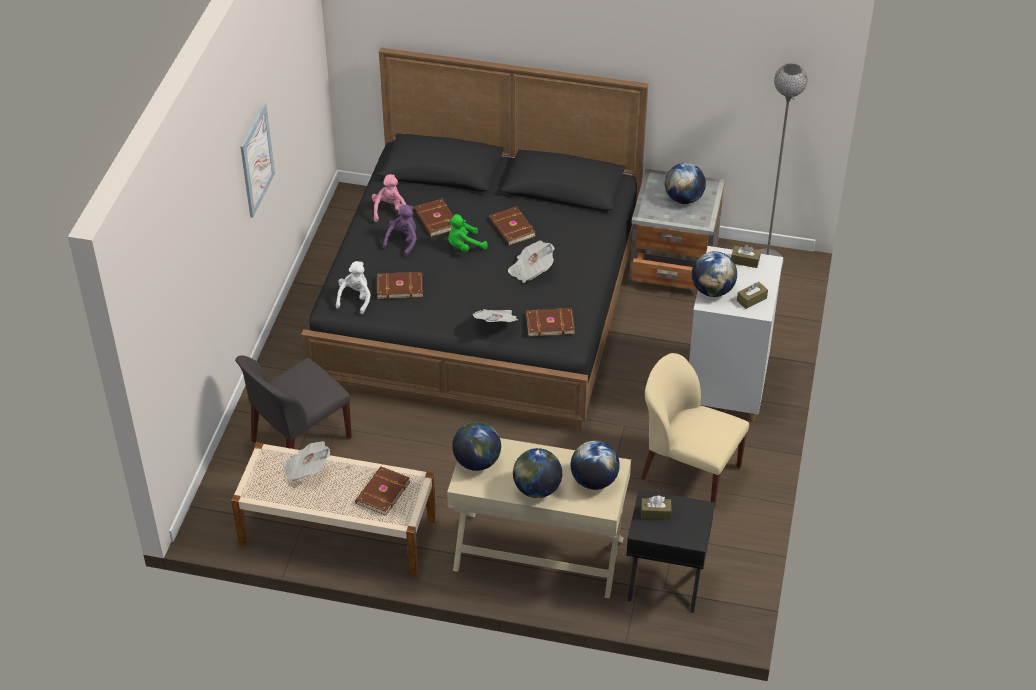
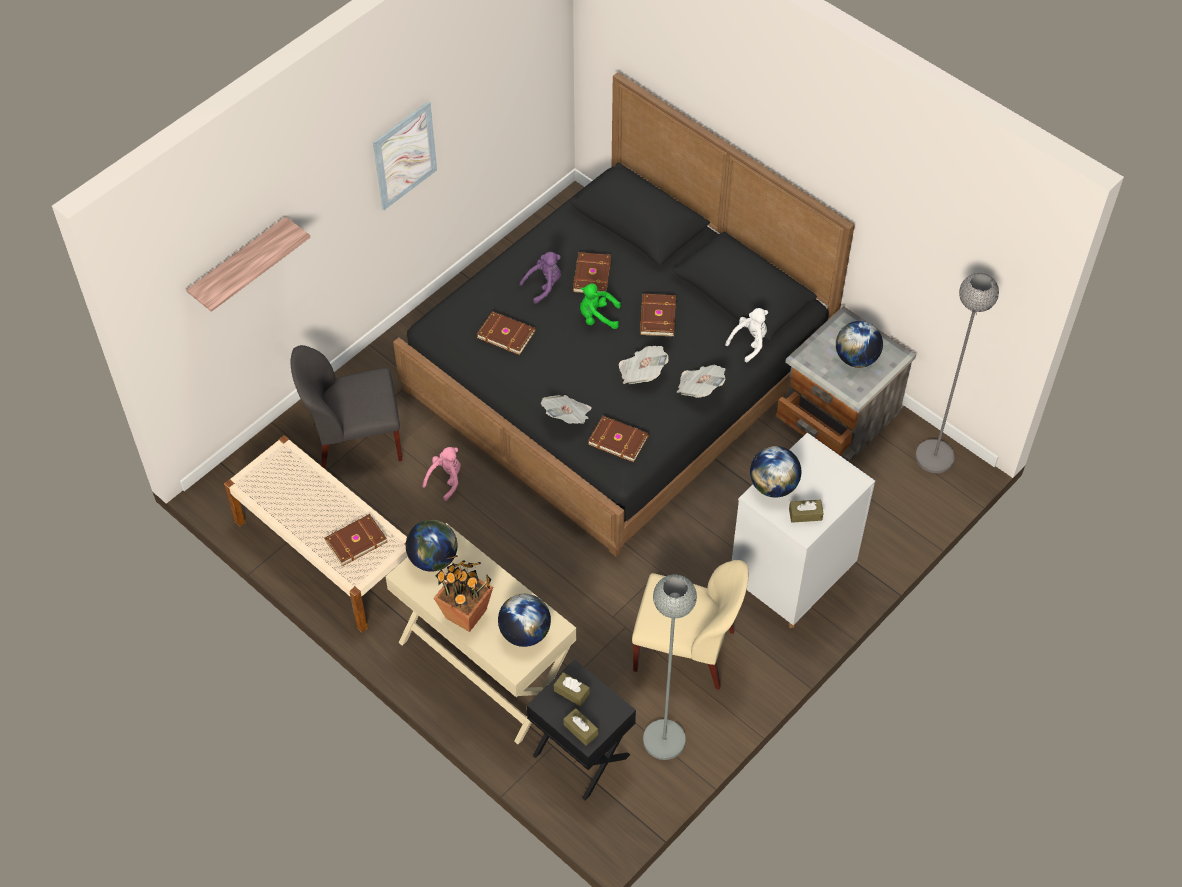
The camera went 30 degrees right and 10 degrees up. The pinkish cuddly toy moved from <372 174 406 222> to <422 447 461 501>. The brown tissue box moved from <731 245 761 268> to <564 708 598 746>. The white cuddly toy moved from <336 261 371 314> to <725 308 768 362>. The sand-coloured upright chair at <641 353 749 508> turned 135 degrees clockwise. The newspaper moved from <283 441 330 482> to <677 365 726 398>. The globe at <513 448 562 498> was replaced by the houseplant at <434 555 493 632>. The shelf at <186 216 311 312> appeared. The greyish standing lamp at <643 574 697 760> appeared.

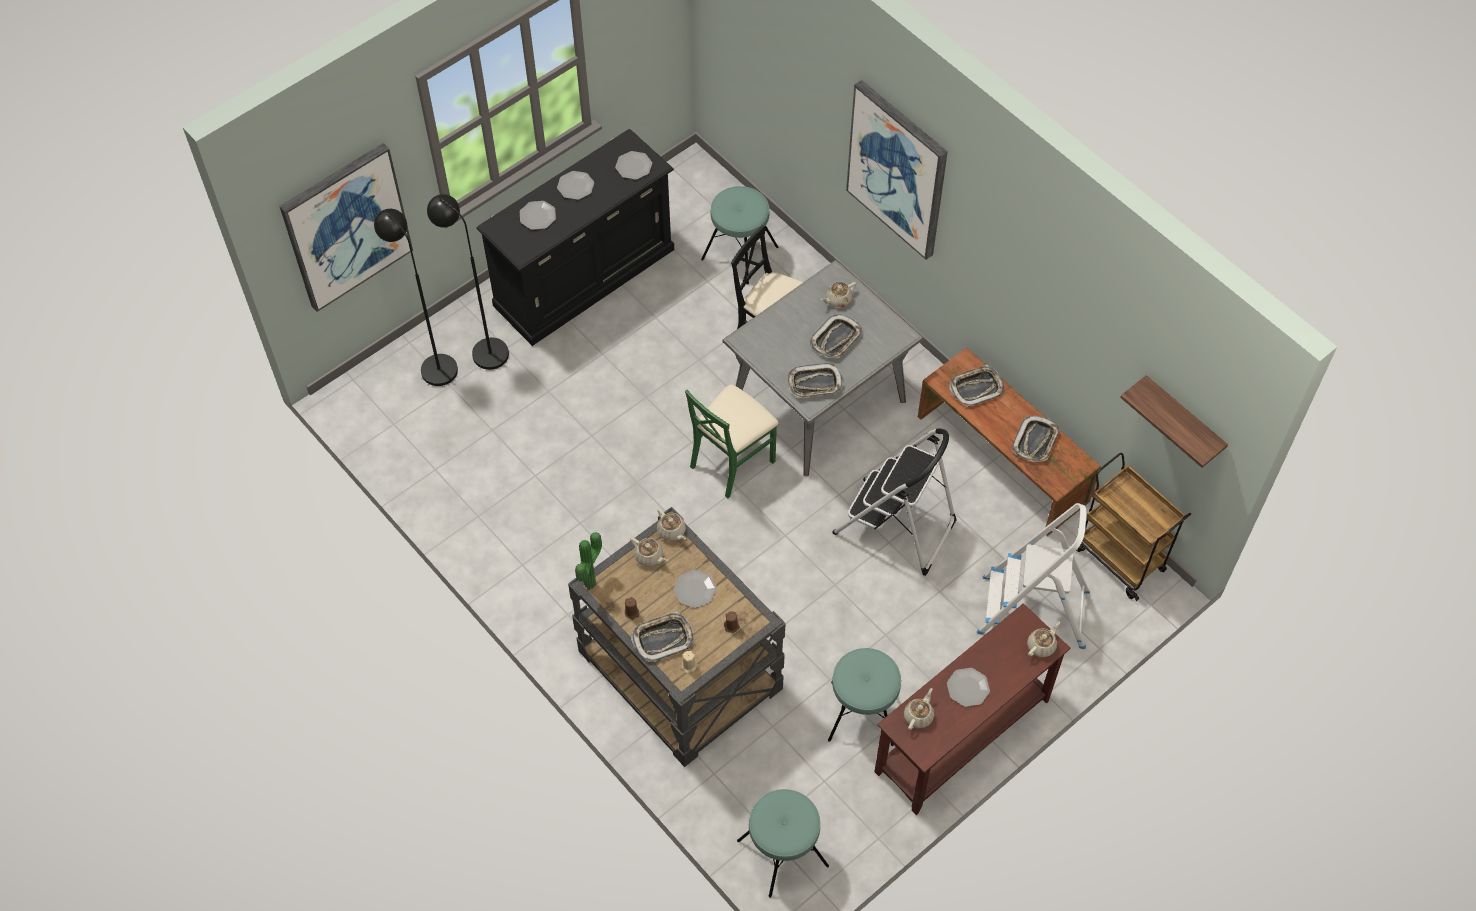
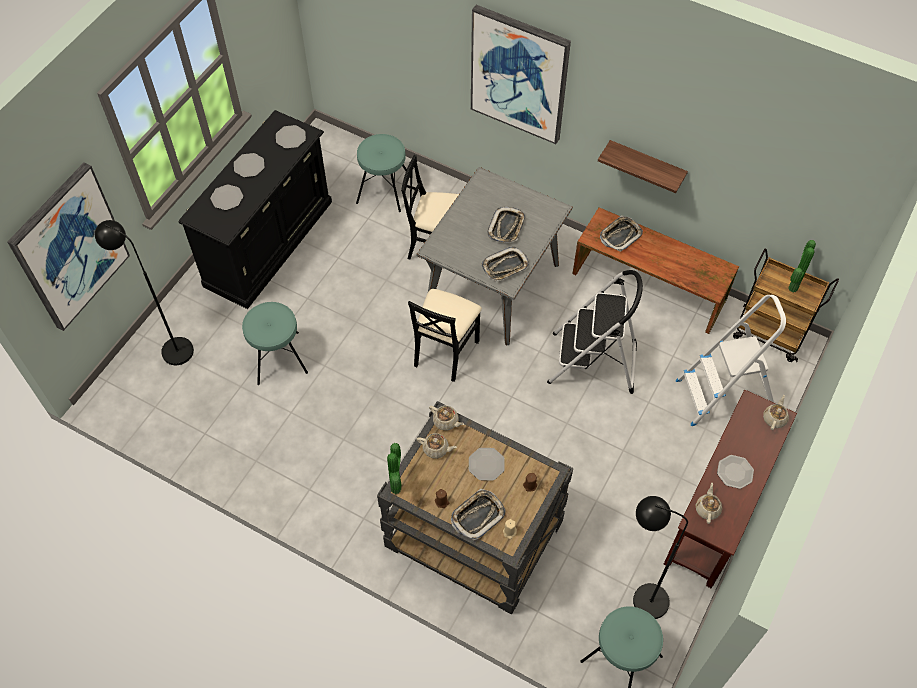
The camera went 20 degrees left and 0 degrees up. The black standing lamp moved from <427 194 509 370> to <633 496 688 619>. The sand-coloured tea pot at <821 282 856 307> disappeared. The shelf moved from <1120 375 1228 468> to <598 140 688 193>. The greenish upright chair at <685 384 779 498> became the black upright chair at <408 289 482 382>. The serving tray at <1012 416 1060 462> disappeared. The blue-green stool moved from <828 648 901 746> to <242 302 308 385>. The houseplant at <788 240 816 293> appeared.

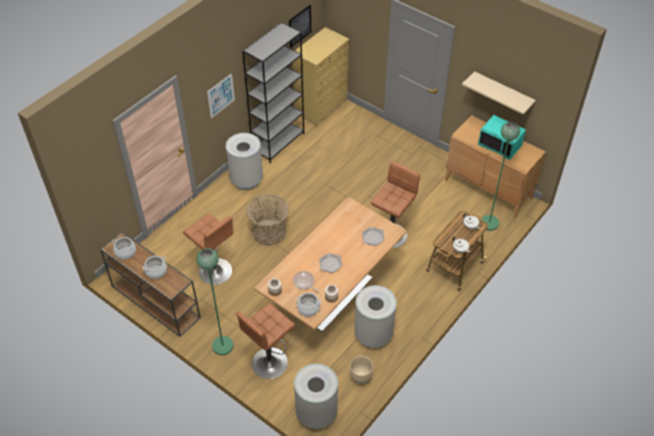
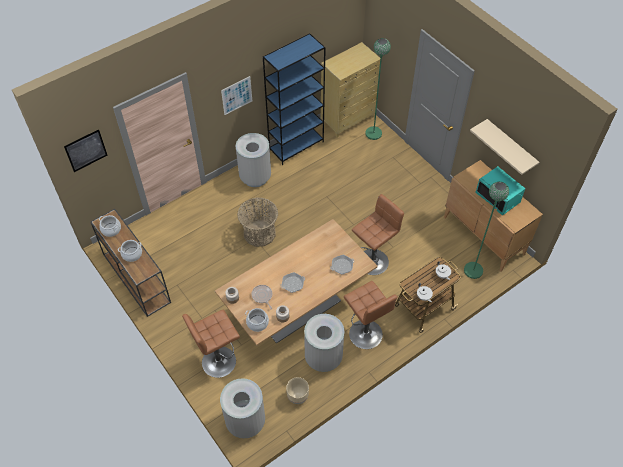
The camera went 15 degrees right and 5 degrees up. The picture moved from <289 5 311 48> to <64 130 107 172>. The greyish bookshelf at <242 22 304 164> became the blue-coloured bookshelf at <263 33 326 165>. The brown stool moved from <183 213 233 285> to <344 281 398 349>. The greenish standing lamp moved from <196 248 234 355> to <365 38 391 140>.

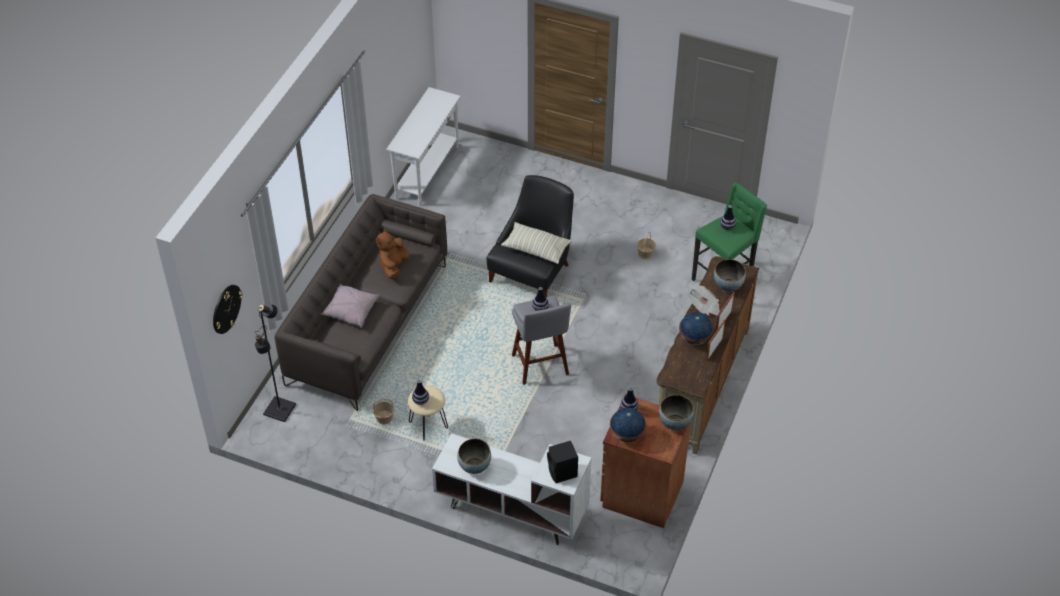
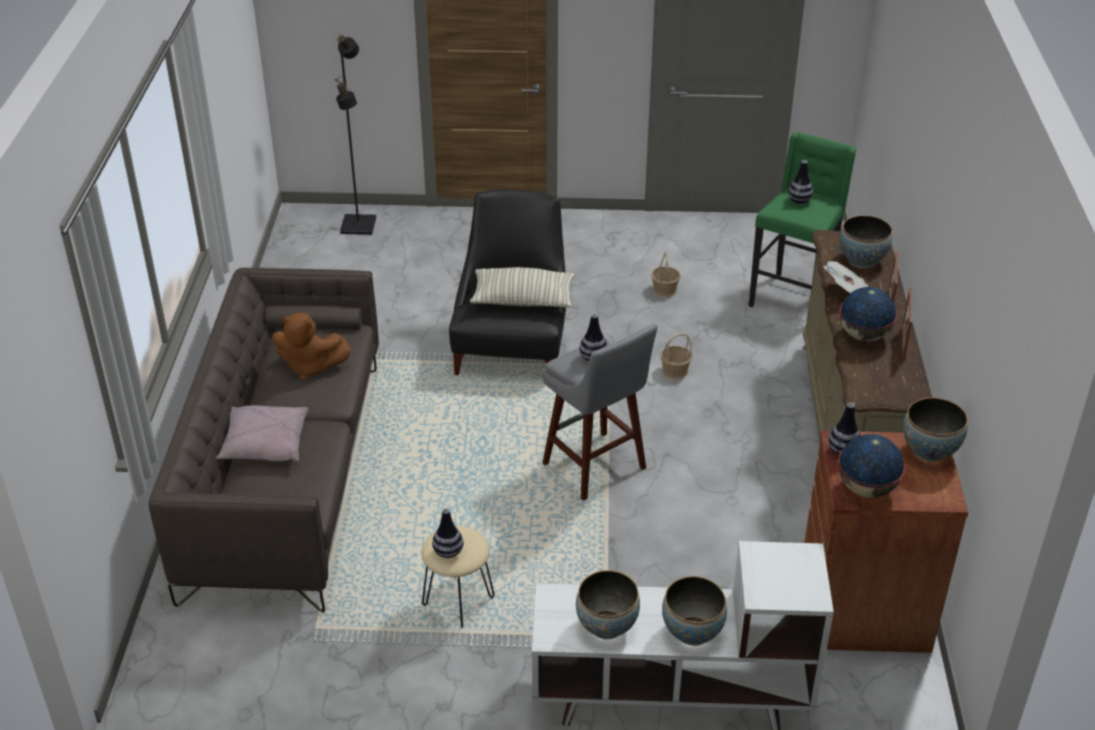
The camera went 20 degrees left and 10 degrees down. The white narrow table at <386 87 461 206> disappeared. The brown cuddly toy at <376 229 410 279> turned 75 degrees counterclockwise. The clock on the wall at <213 285 243 334> disappeared. The black standing lamp moved from <255 303 296 422> to <335 35 376 235>. The household basket moved from <373 398 394 424> to <660 333 692 380>. The black loudspeaker at <547 441 578 483> disappeared. The deep dish at <662 576 727 646> appeared.

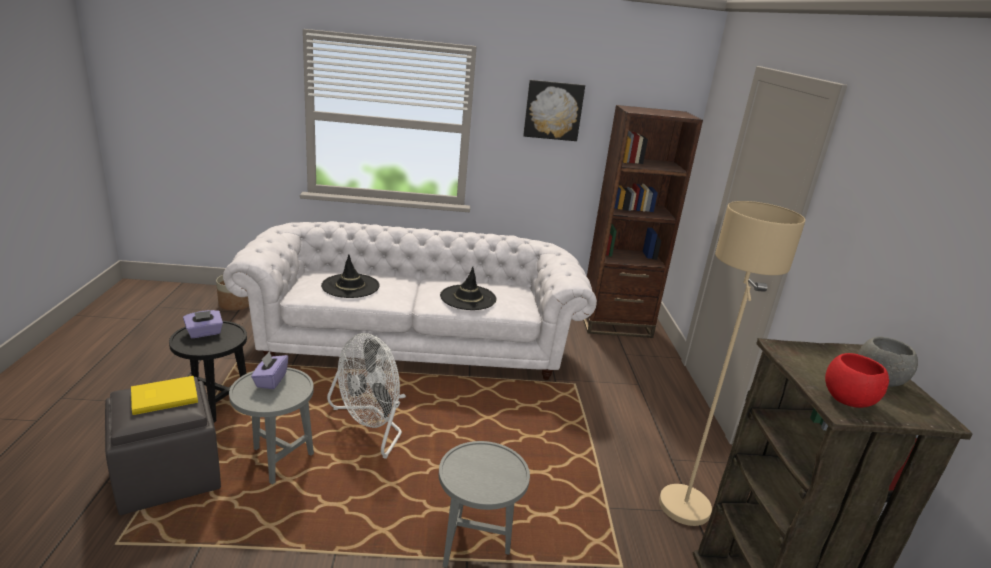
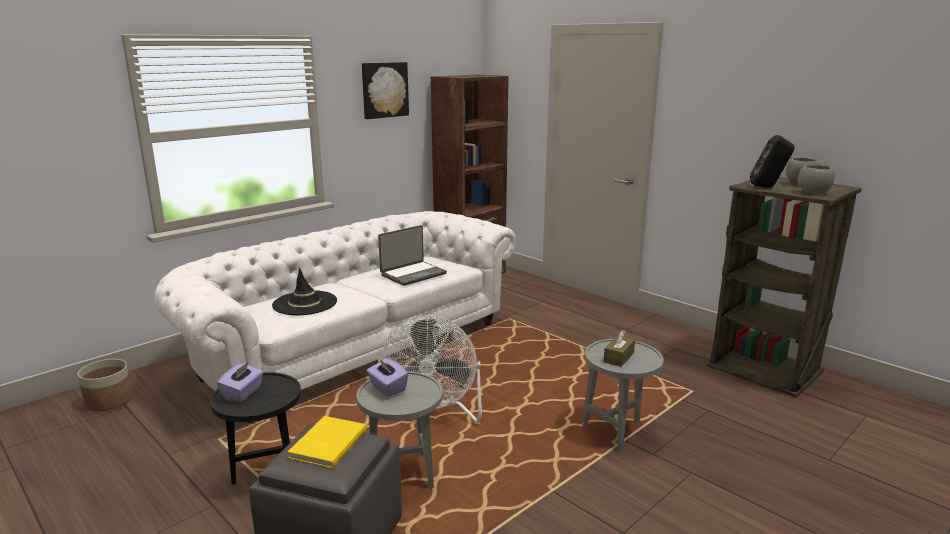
The camera went 40 degrees left and 5 degrees down. The sand-coloured standing lamp at <659 201 805 526> disappeared. The black wearable hat at <440 267 497 310> was replaced by the laptop at <378 225 447 286>. The red-coloured deep dish at <825 353 889 408> became the greyish deep dish at <798 165 835 194>. The black loudspeaker at <750 135 795 188> appeared. The brown tissue box at <603 330 635 367> appeared.

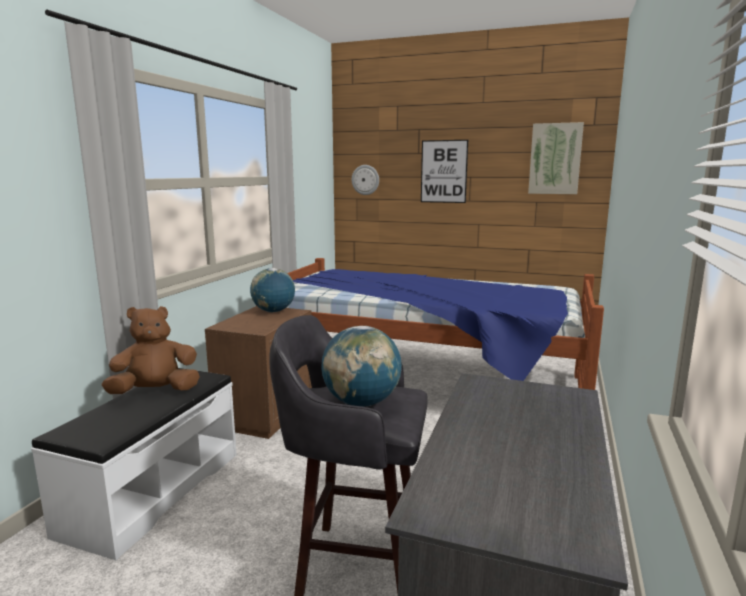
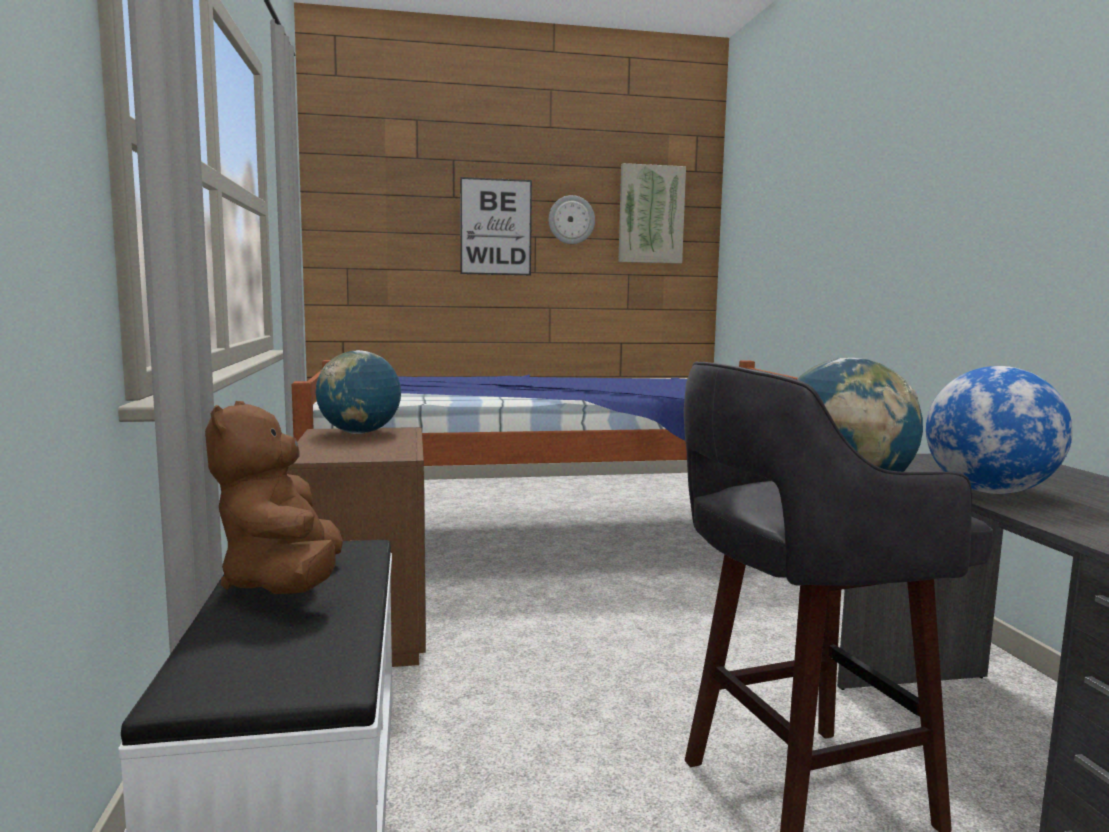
The camera went 30 degrees left and 5 degrees down. The clock on the wall moved from <352 165 379 195> to <549 195 595 244>. The brown cuddly toy at <102 306 200 394> turned 45 degrees counterclockwise. The globe at <926 366 1073 494> appeared.

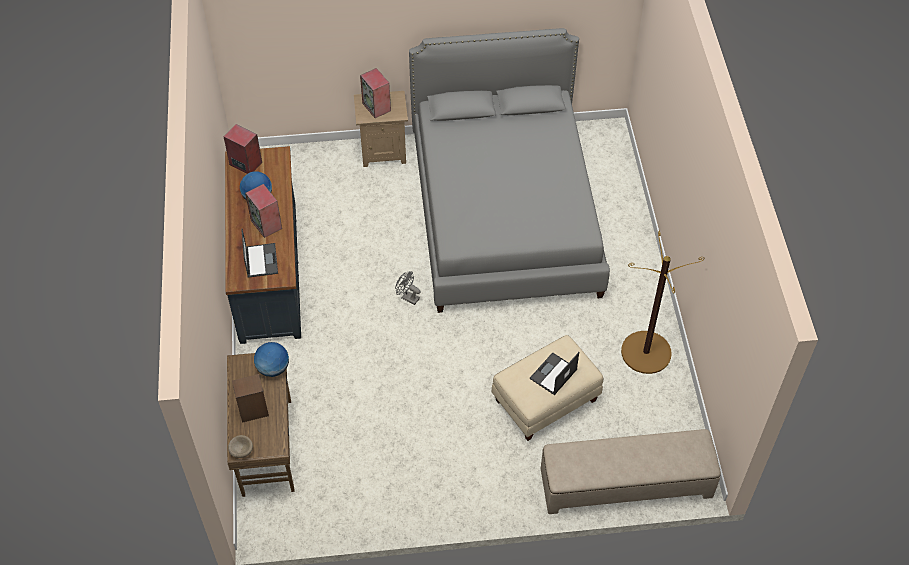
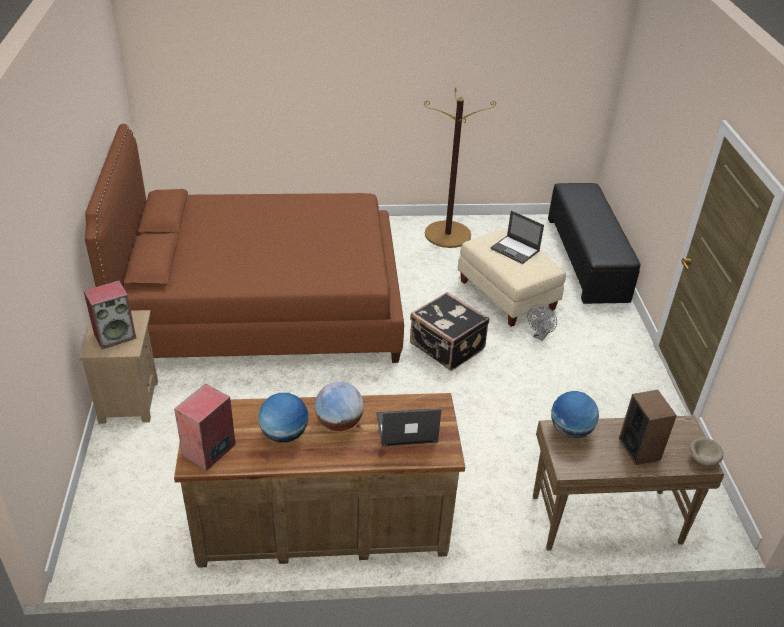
The camera went 90 degrees left and 15 degrees down. The greyish sleeping bed at <409 28 610 313> became the brown sleeping bed at <85 124 404 363>. The loudspeaker at <245 184 282 238> was replaced by the globe at <315 382 364 431>. The greyish fan moved from <395 271 421 305> to <527 304 557 341>. The sand-coloured indoor bench at <541 429 721 514> became the black indoor bench at <548 183 641 304>. The black piece of luggage at <410 292 489 371> appeared.

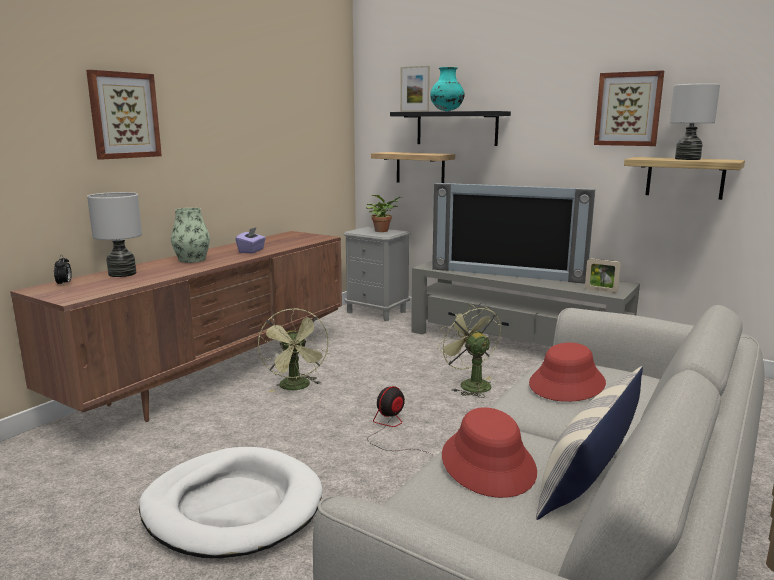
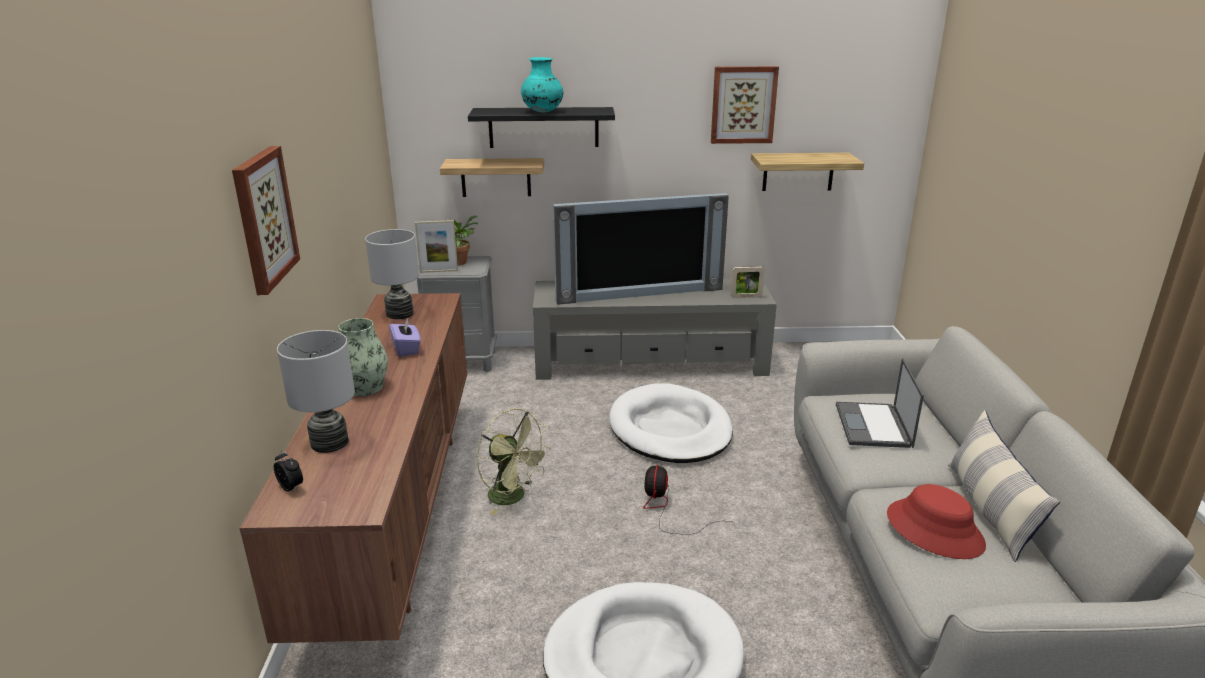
The camera went 35 degrees left and 10 degrees up. The standing frame moved from <400 66 430 112> to <415 220 458 273>. The greyish lamp for a table moved from <670 83 720 160> to <365 229 419 319>. The greenish fan at <437 304 501 398> was replaced by the white dog bed at <609 383 733 463>. The red-coloured wearable hat at <529 343 606 402> was replaced by the laptop at <836 358 924 448>.

